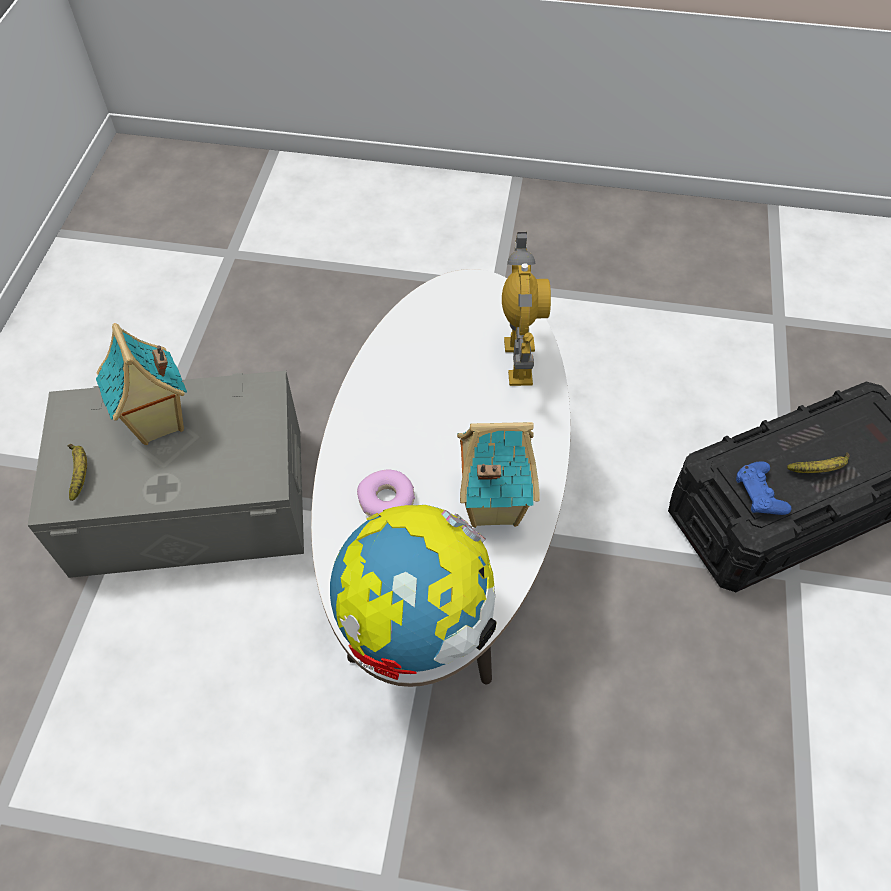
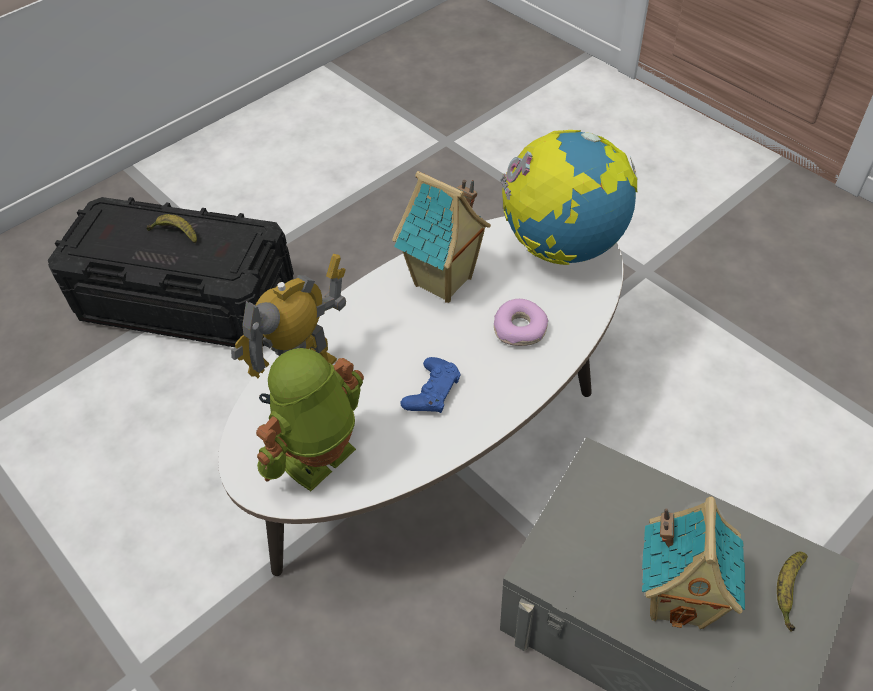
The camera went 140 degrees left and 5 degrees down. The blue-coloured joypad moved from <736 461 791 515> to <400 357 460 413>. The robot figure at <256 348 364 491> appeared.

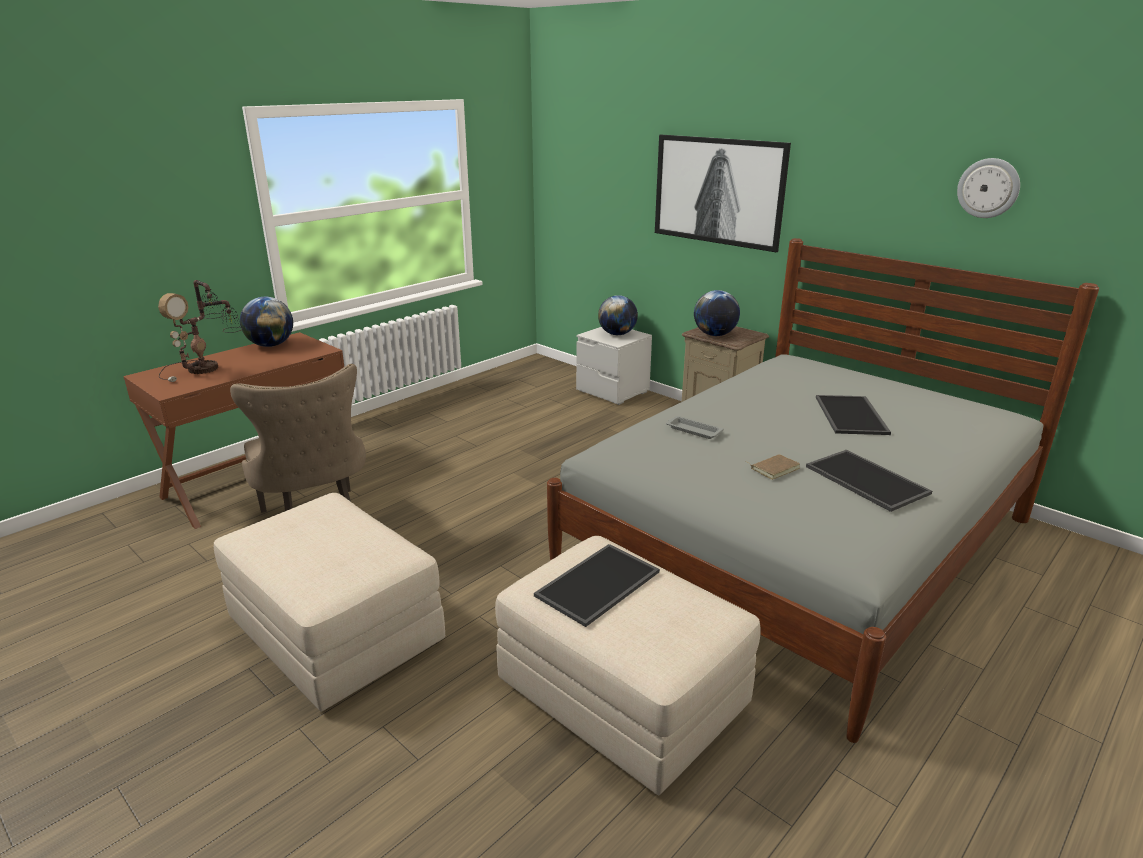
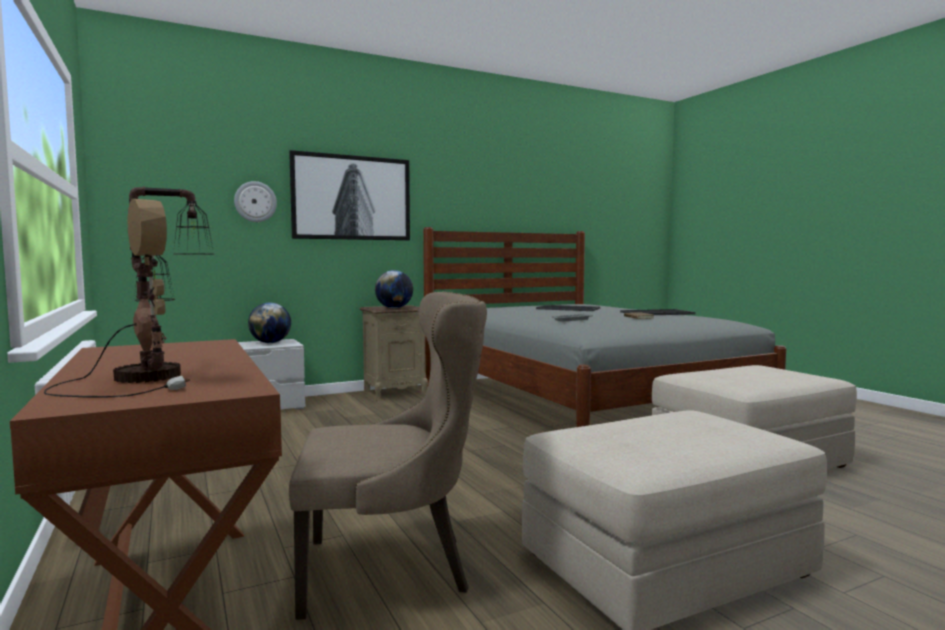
The camera went 70 degrees left and 20 degrees down. The clock on the wall moved from <957 158 1020 218> to <234 181 277 222>. The globe at <240 297 293 347> disappeared. The serving tray at <534 544 660 627> disappeared.

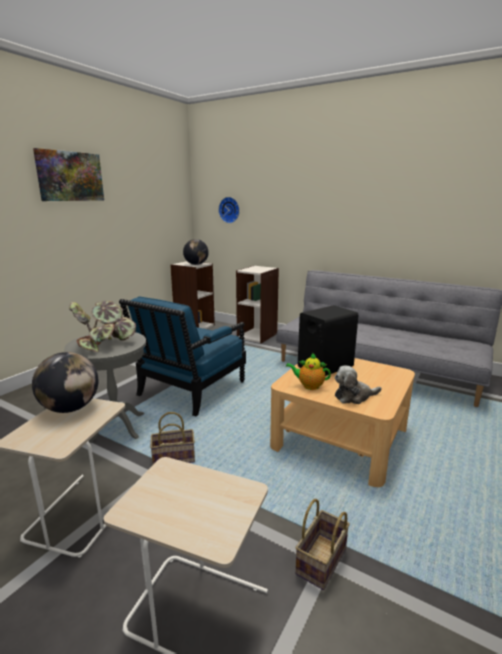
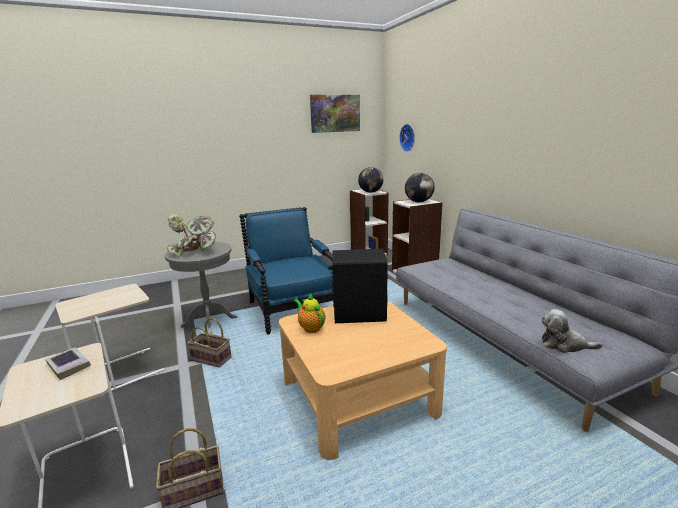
The camera went 35 degrees right and 0 degrees up. The picture moved from <33 148 104 201> to <310 95 360 133>. The blue-coloured lounge chair at <119 296 246 417> turned 90 degrees clockwise. The globe moved from <32 352 98 413> to <405 173 435 202>. The cuddly toy moved from <334 366 382 404> to <541 309 603 353>. The volume at <45 347 91 380> appeared.

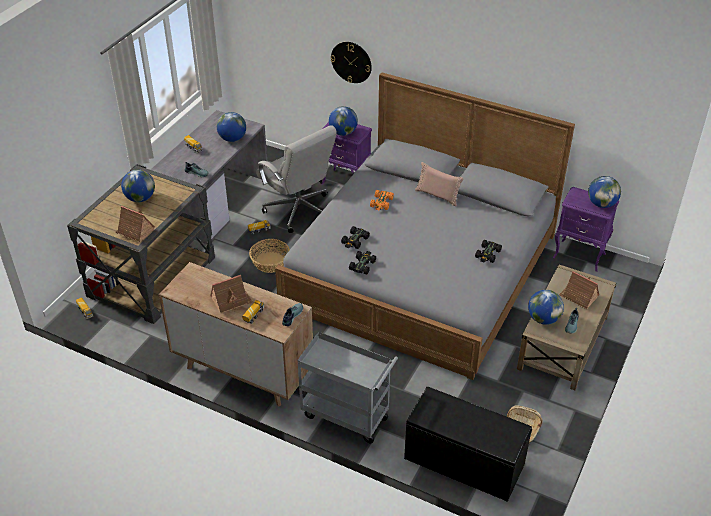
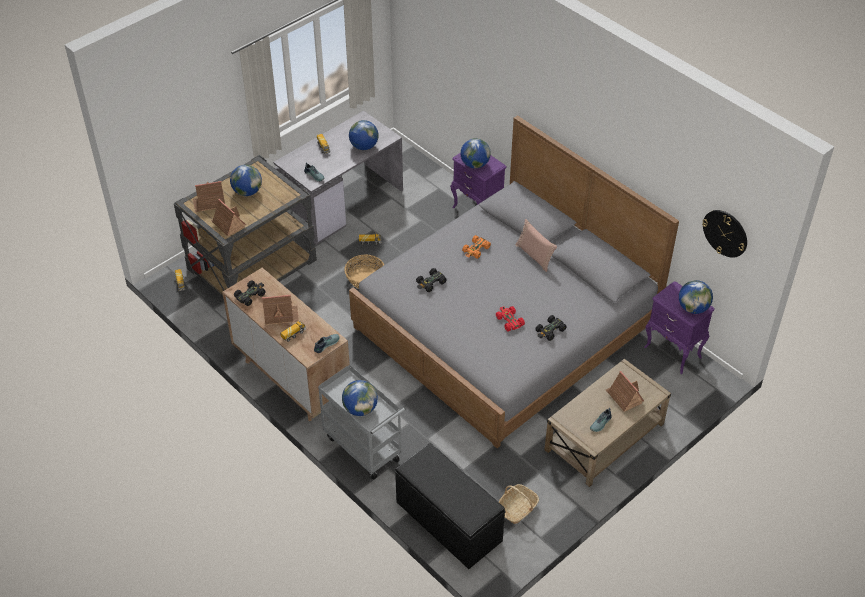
The camera went 20 degrees right and 5 degrees up. The clock on the wall moved from <331 42 372 83> to <702 210 747 258>. The greyish office chair at <256 125 337 233> disappeared. The black model car moved from <349 251 376 274> to <234 280 266 306>. The globe moved from <528 290 564 325> to <342 380 378 416>. The miniature house at <193 181 225 212> appeared. The red-coloured model car at <496 306 525 331> appeared.

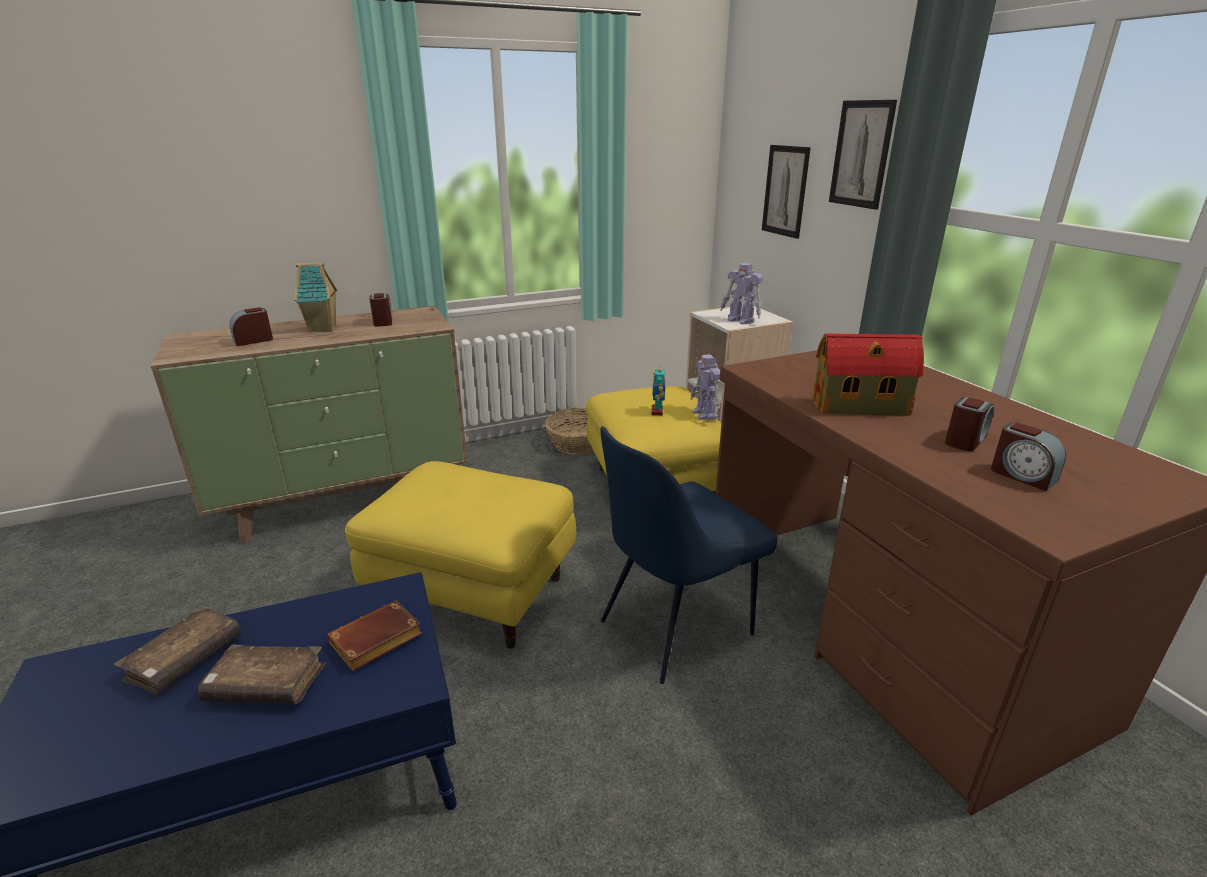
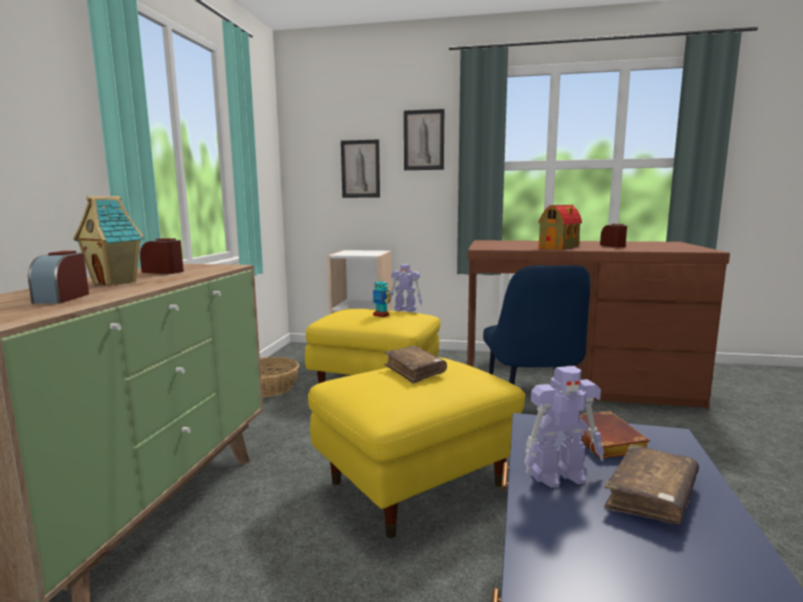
The camera went 55 degrees left and 15 degrees down. The robot figure moved from <720 263 763 324> to <524 366 604 488>. The alarm clock at <991 422 1066 491> disappeared. The brown volume moved from <114 606 242 694> to <384 346 447 383>.

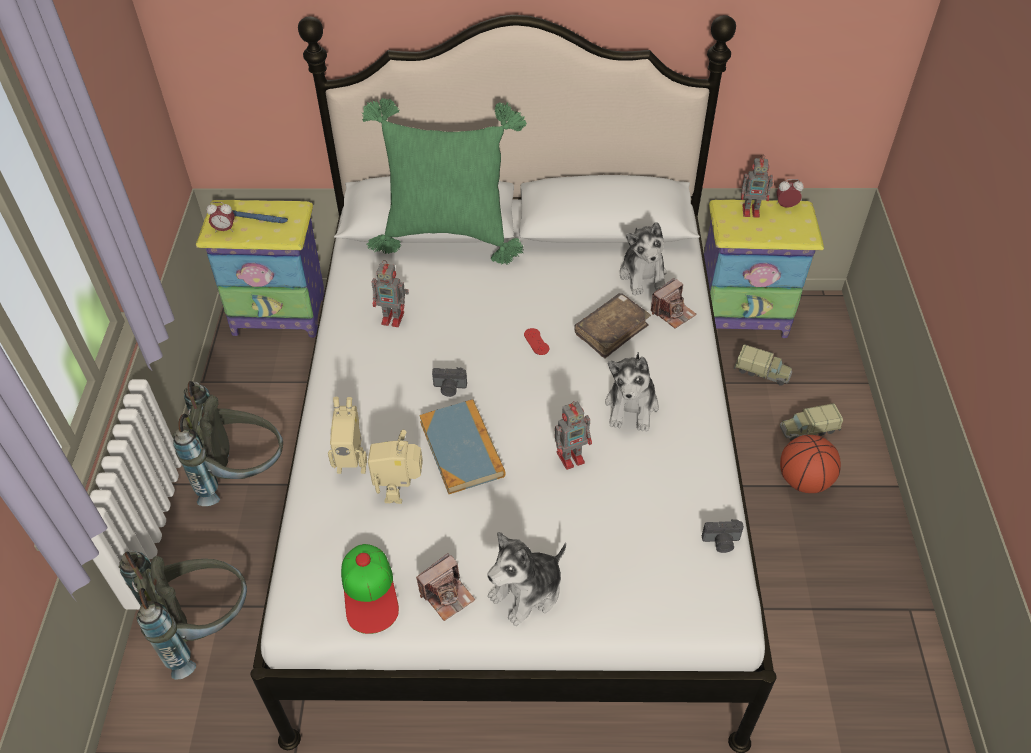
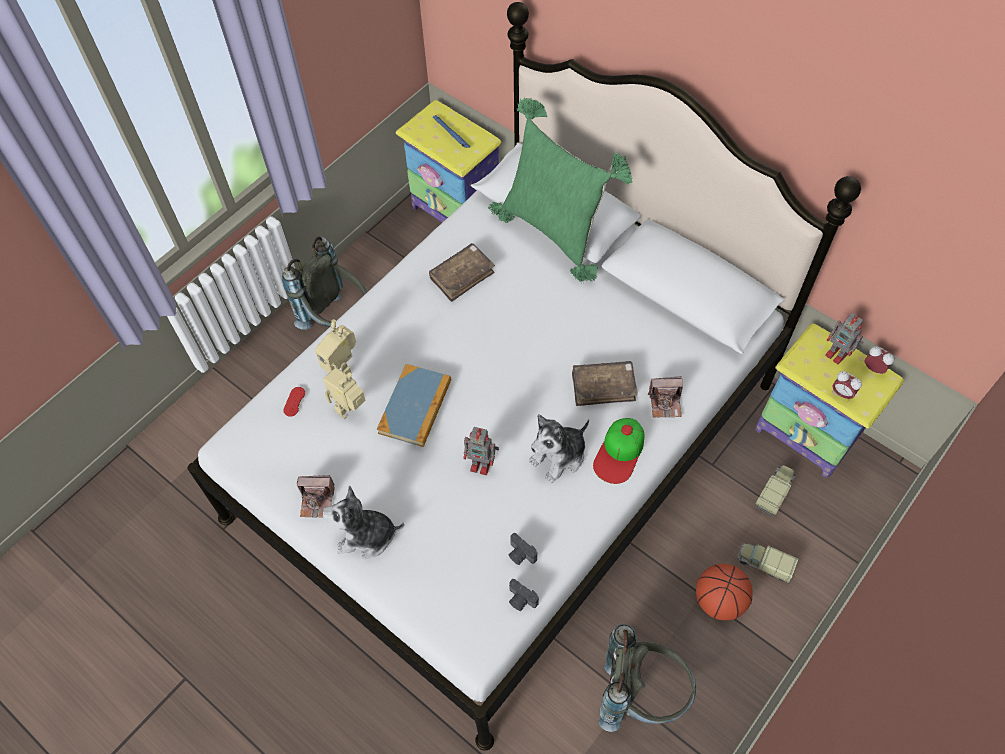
The camera went 40 degrees right and 10 degrees up. The alarm clock moved from <207 202 235 233> to <832 371 862 401>. The cuddly toy at <620 222 667 295> disappeared. The robot figure at <372 260 409 327> was replaced by the brown volume at <429 243 495 302>. The red-coloured joypad moved from <524 328 549 355> to <283 387 305 417>. The toy truck at <734 344 792 385> turned 120 degrees counterclockwise. The still camera moved from <432 367 467 397> to <509 533 537 565>. The baseball cap moved from <341 544 399 634> to <593 418 644 484>. The greyish rucksack moved from <119 550 247 680> to <599 624 696 732>.

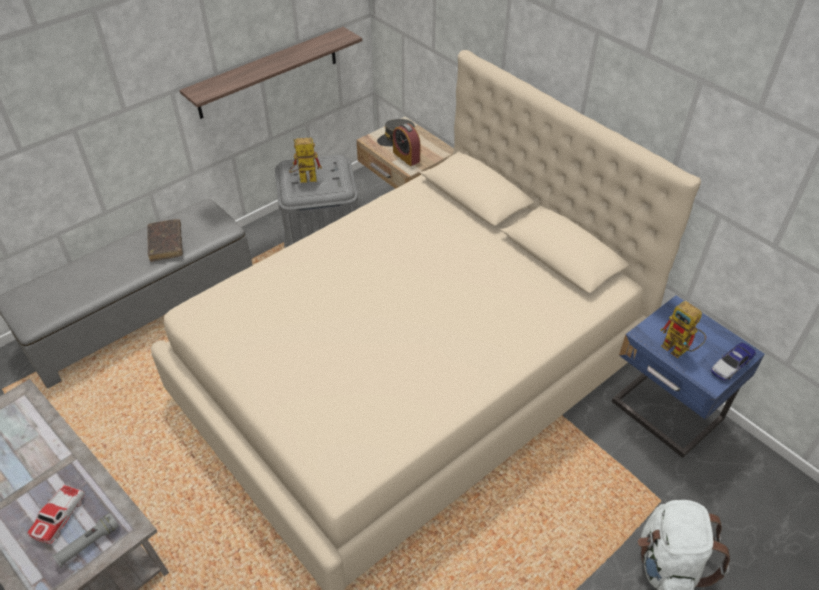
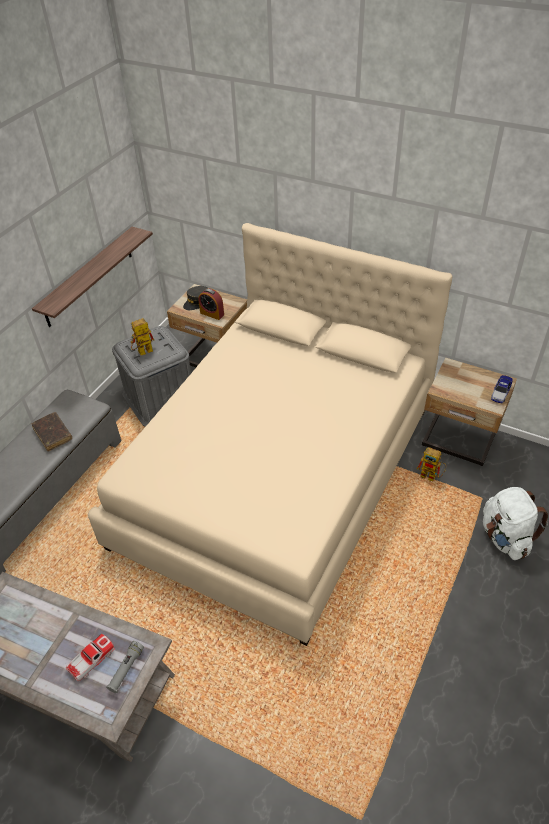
The camera went 20 degrees left and 0 degrees up. The blue-coloured night table at <612 296 765 458> became the sand-coloured night table at <422 358 517 466>. The robot figure moved from <660 301 706 358> to <417 447 446 482>. The model car at <27 485 84 544> turned 135 degrees counterclockwise.

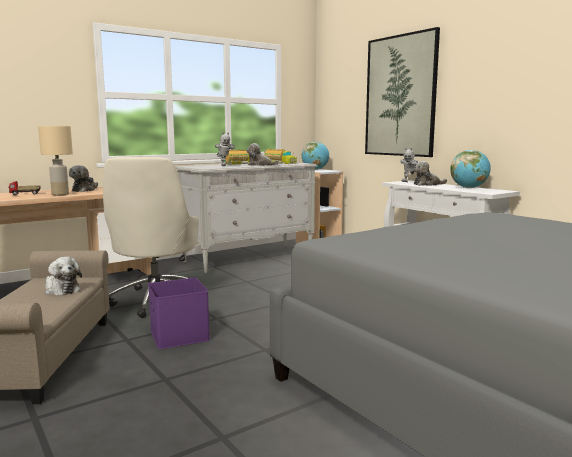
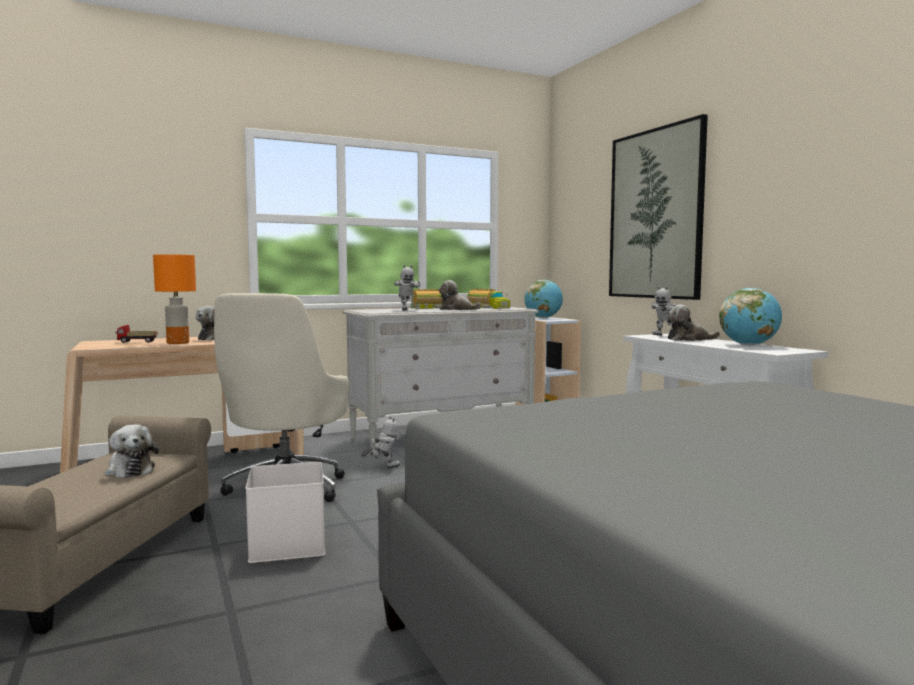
The camera went 10 degrees right and 5 degrees down. The sand-coloured lamp for a table at <38 126 73 195> became the orangey lamp for a table at <153 254 196 344>. The purplish storage box at <148 278 210 349> became the white storage box at <246 462 325 563>. The robot figure at <361 416 401 468> appeared.

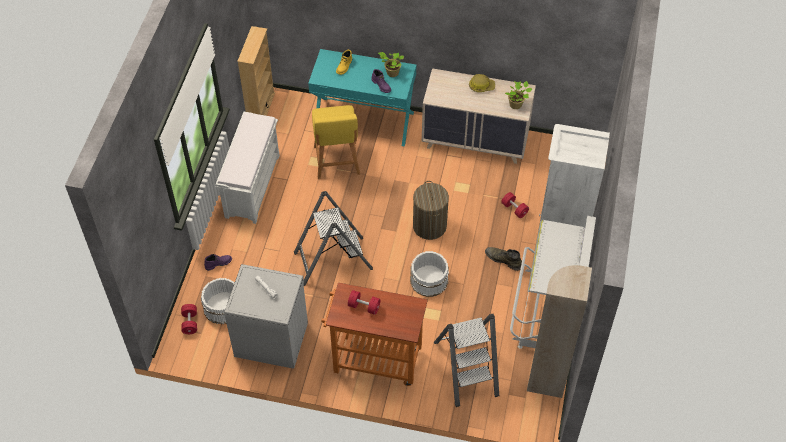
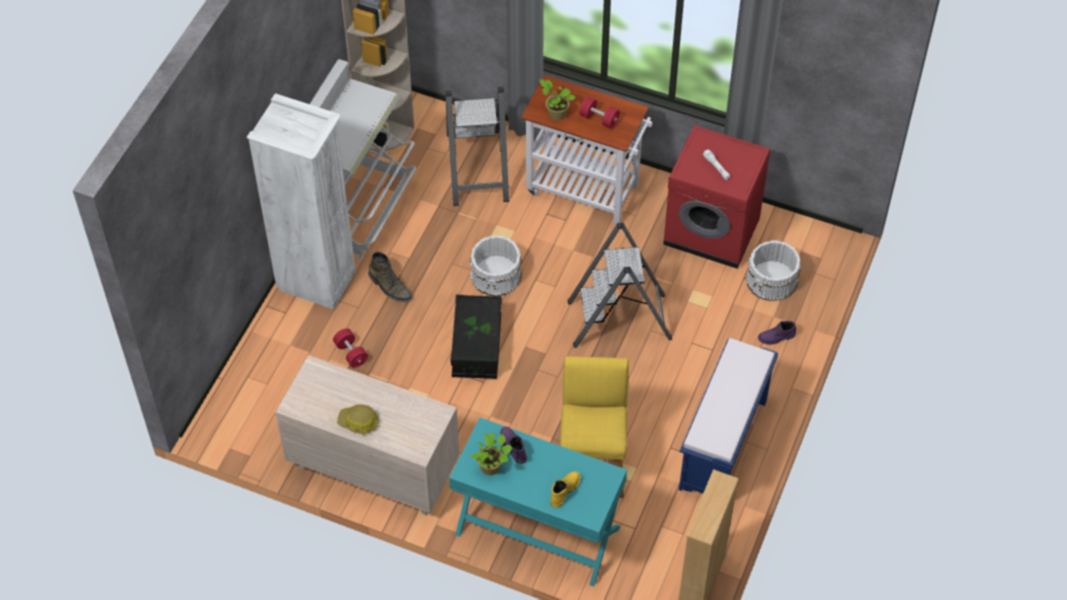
The camera went 170 degrees left and 0 degrees up. The houseplant moved from <505 81 533 109> to <539 79 575 121>. The white indoor bench at <216 112 280 224> became the blue-coloured indoor bench at <679 338 778 493>. The washing basket at <413 181 449 240> was replaced by the black storage box at <451 295 502 379>. The white laundry machine at <224 264 308 369> became the red-coloured laundry machine at <663 125 771 269>. The orangey trolley at <322 283 427 386> became the white trolley at <521 75 653 224>. The red-coloured hand weight at <181 304 197 334> disappeared.

